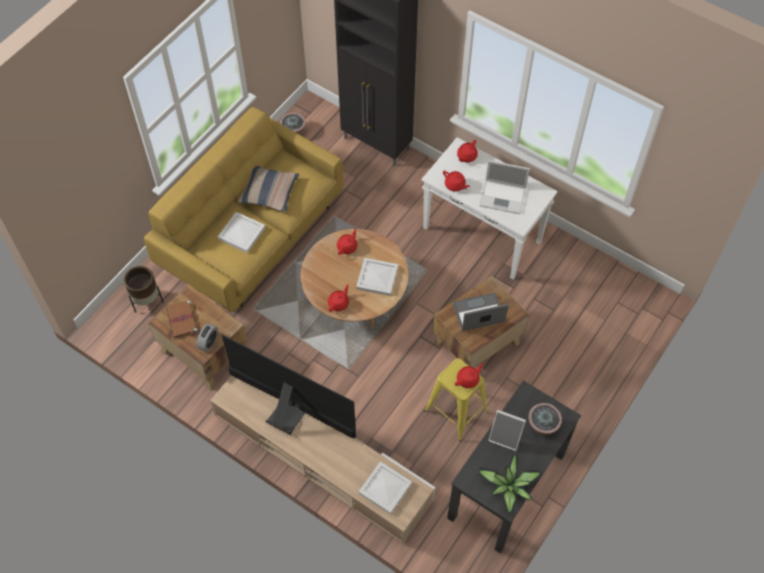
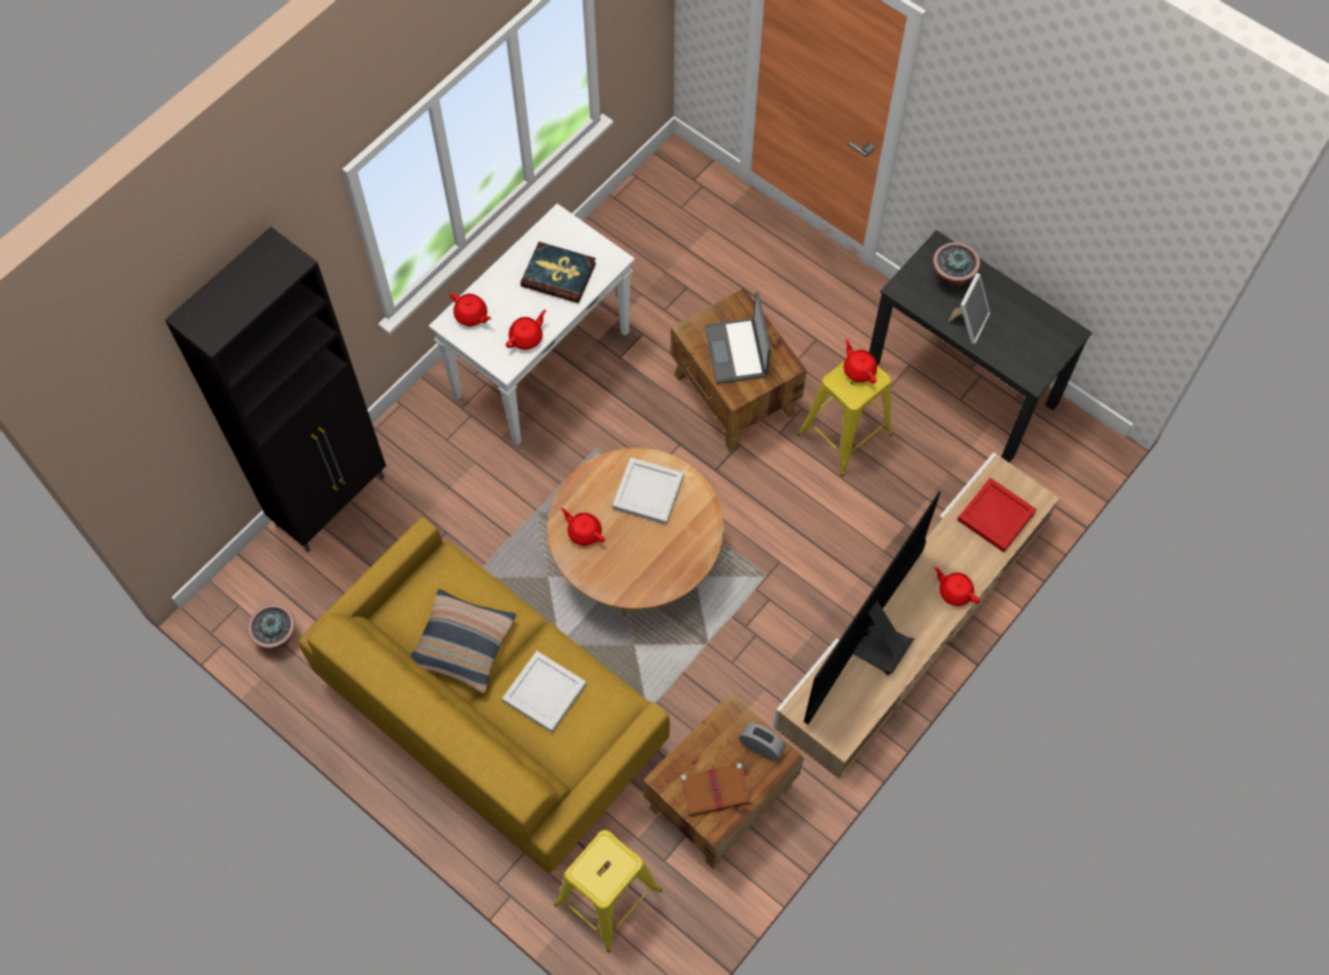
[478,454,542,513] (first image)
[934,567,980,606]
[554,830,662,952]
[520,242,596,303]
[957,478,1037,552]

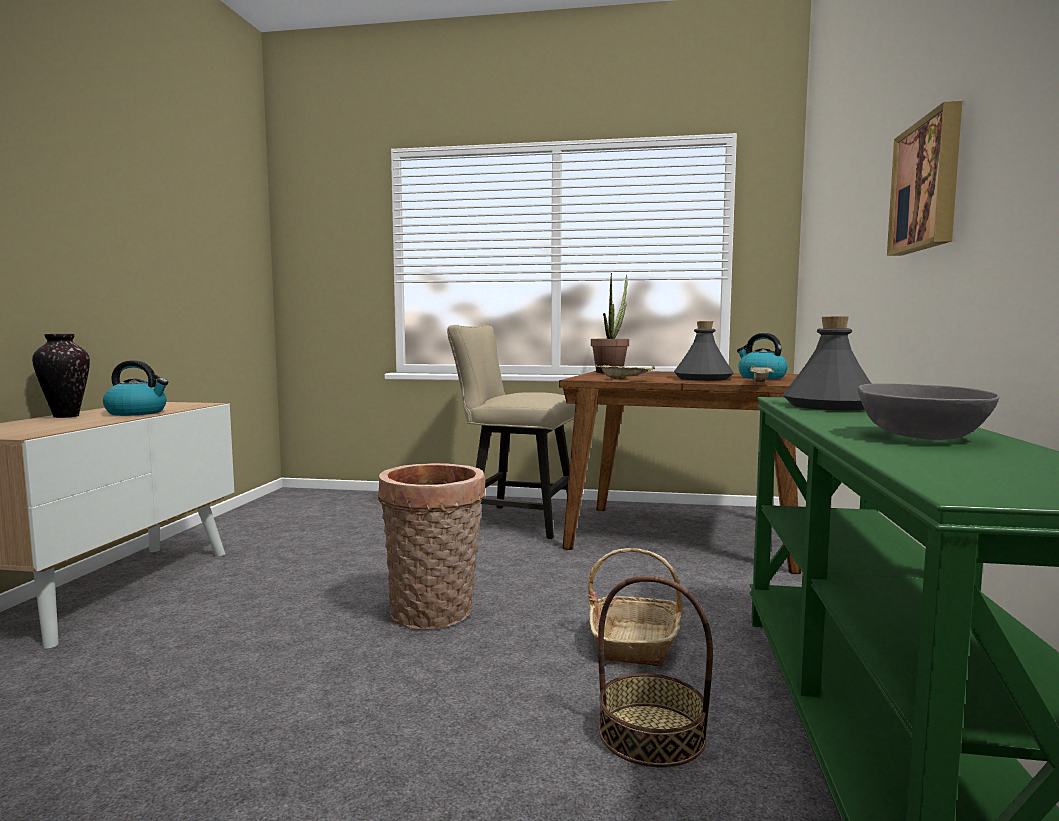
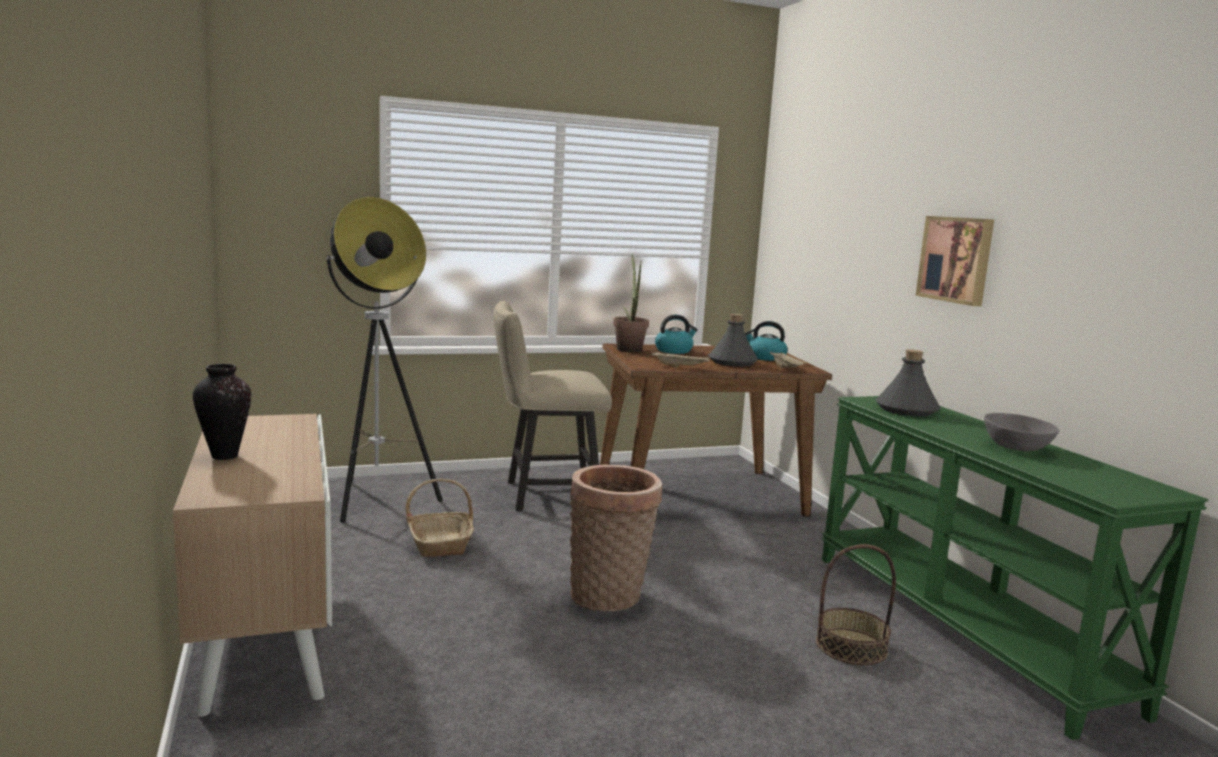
[326,197,443,523]
[655,315,698,354]
[405,479,474,557]

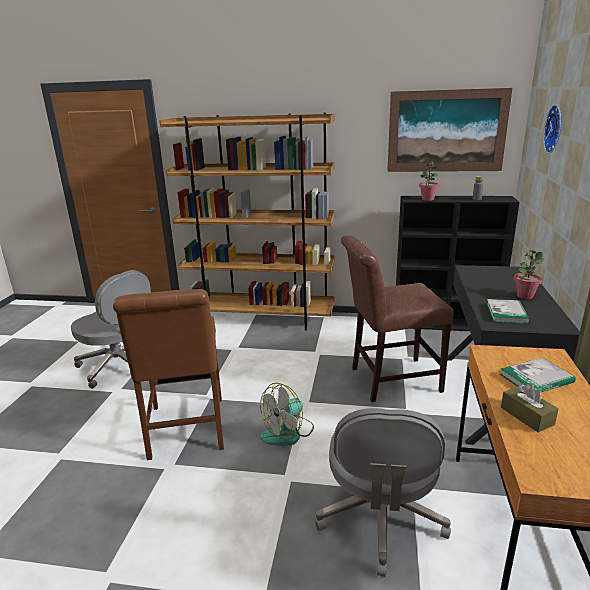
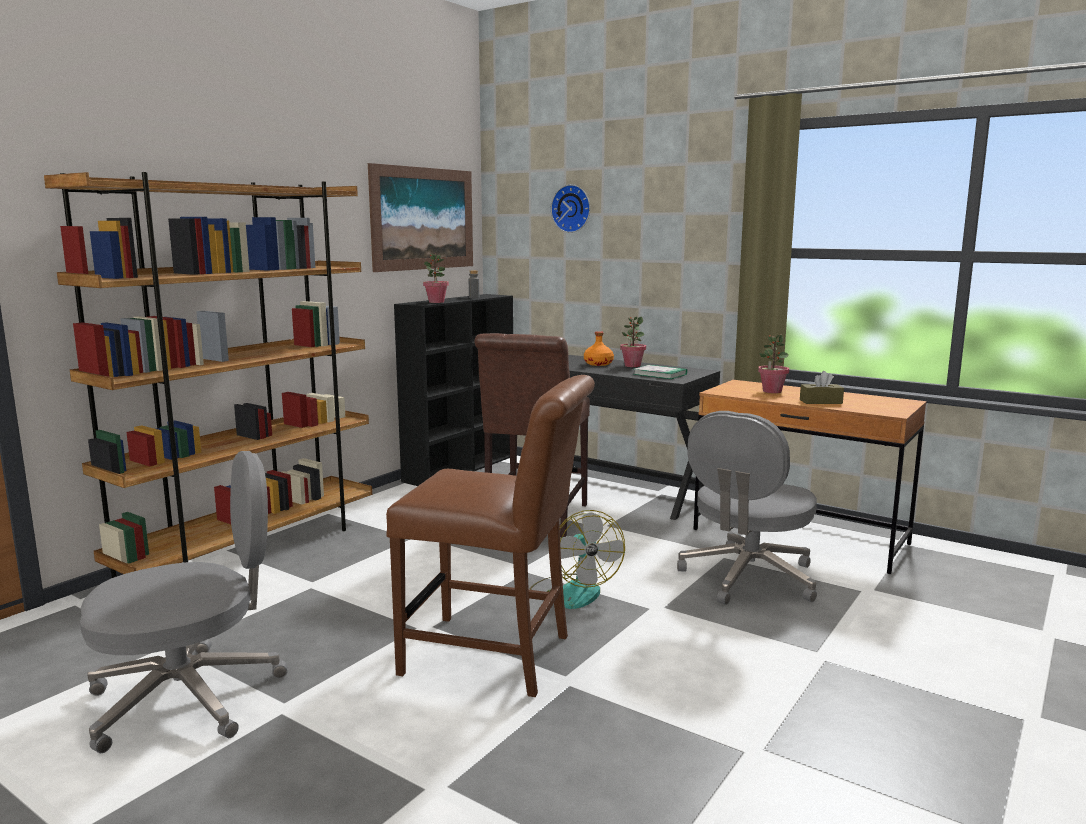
[584,331,614,366]
[758,334,789,393]
[677,411,817,605]

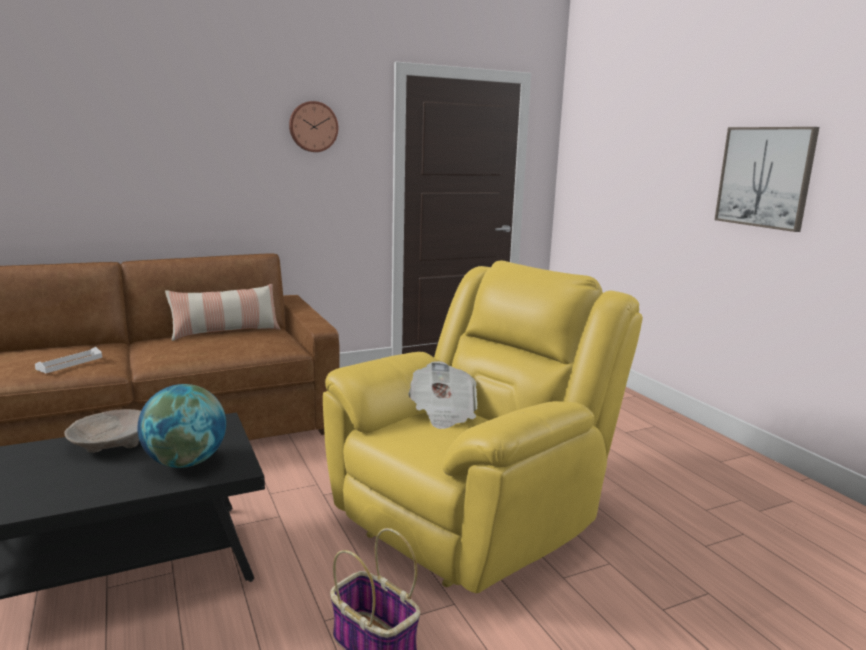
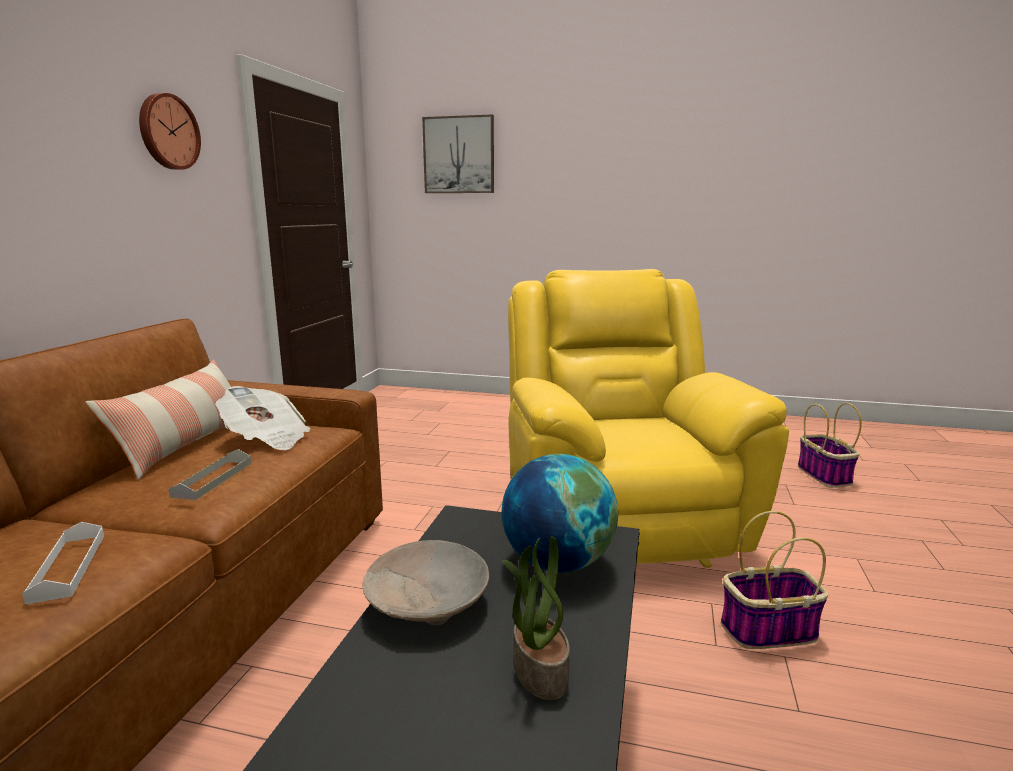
[168,449,251,500]
[503,537,570,701]
[798,403,862,488]
[216,386,310,450]
[422,114,494,193]

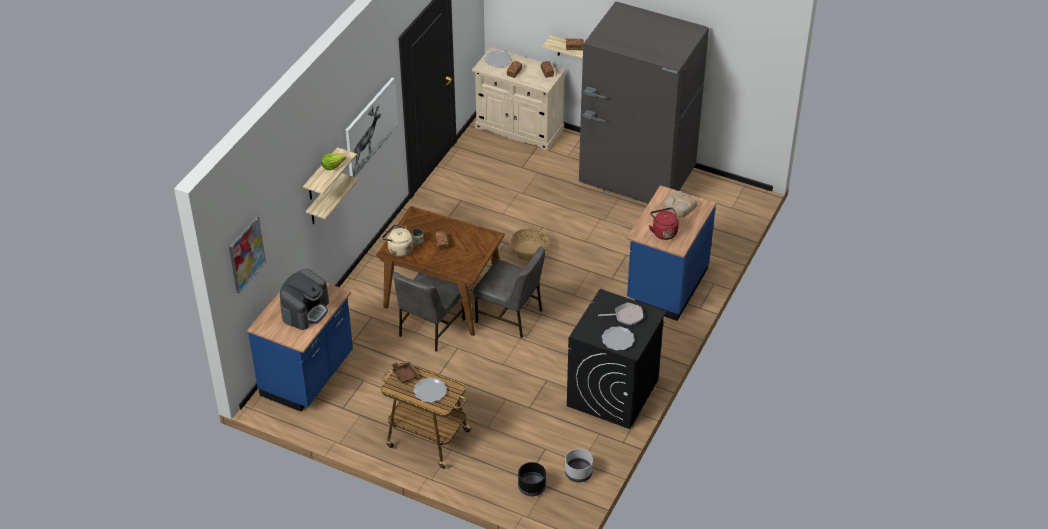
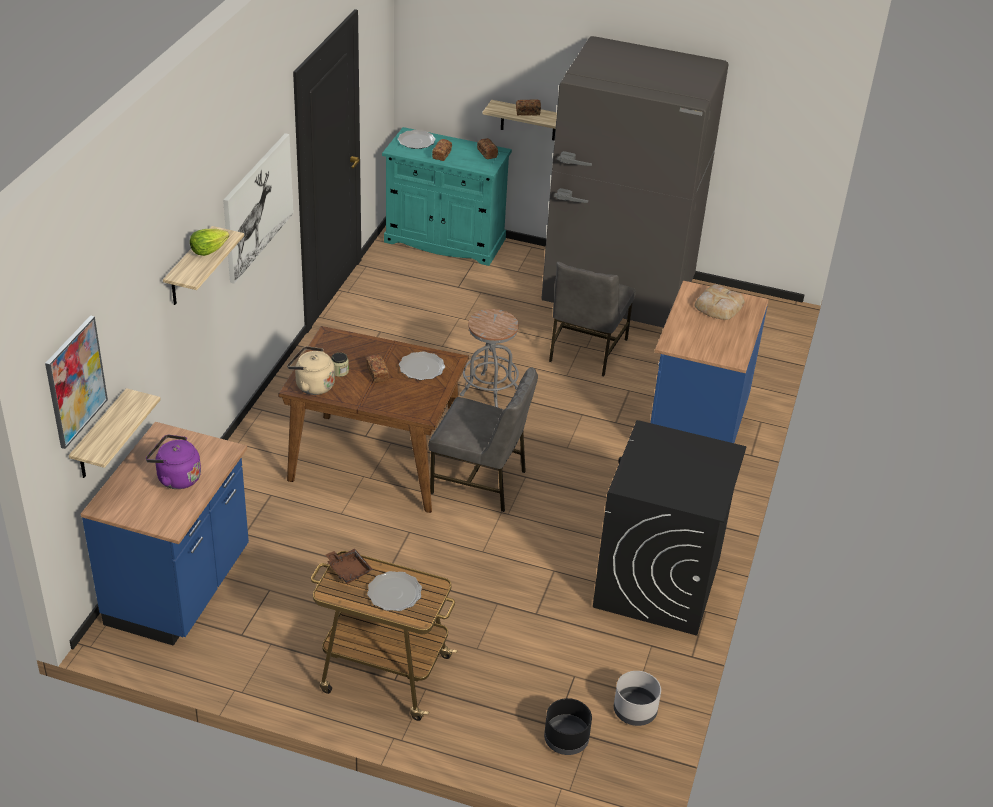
[598,302,643,326] (first image)
[649,207,679,240] (first image)
[69,388,161,478]
[549,262,636,376]
[399,351,445,380]
[146,435,201,489]
[460,309,519,407]
[382,127,512,266]

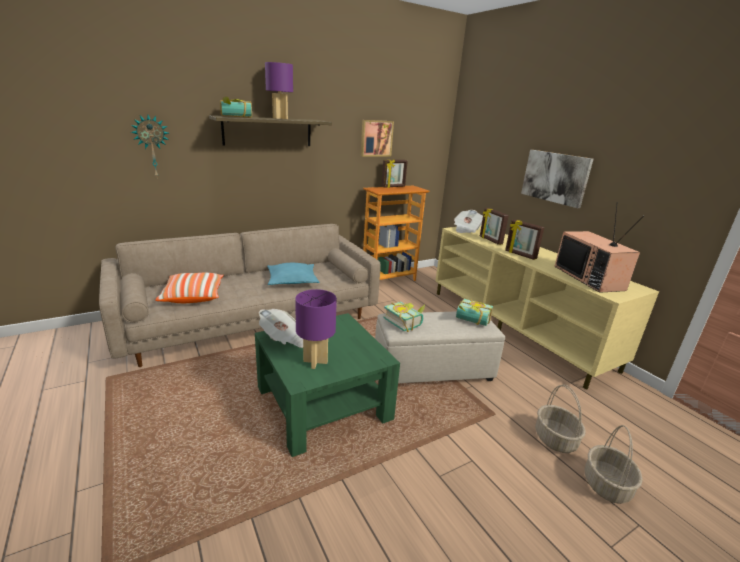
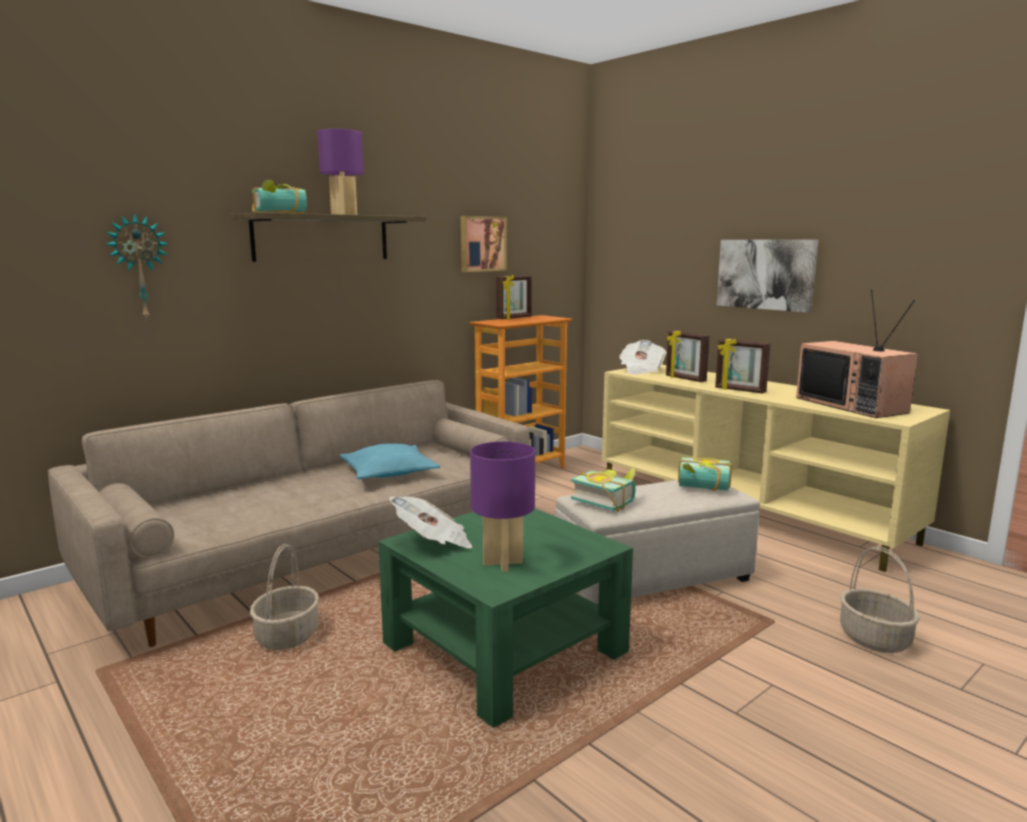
[155,273,224,303] (first image)
[250,544,319,650]

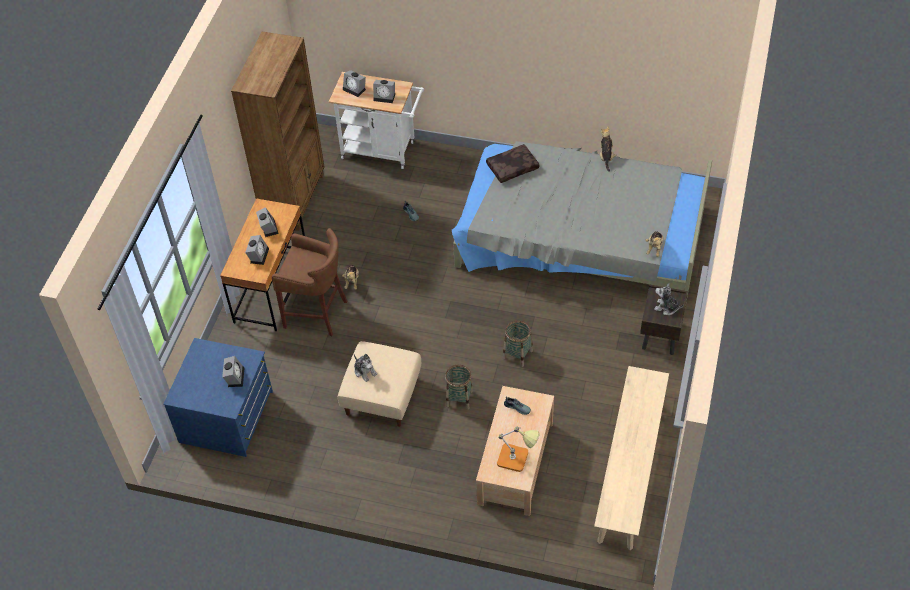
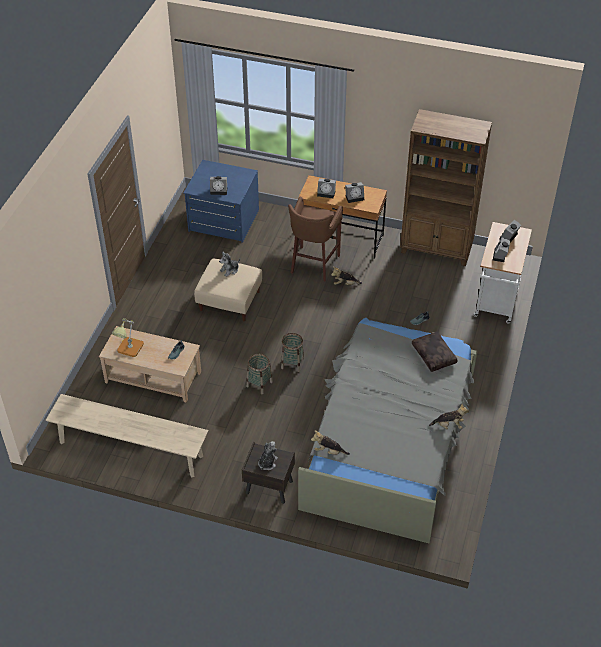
[281,333,304,372]

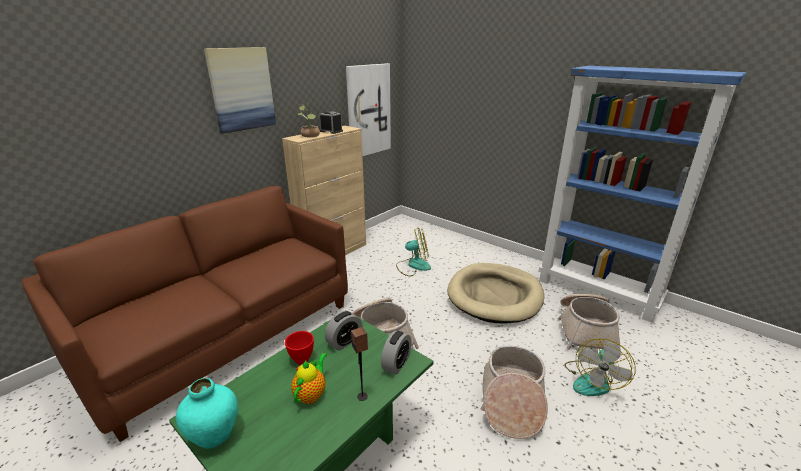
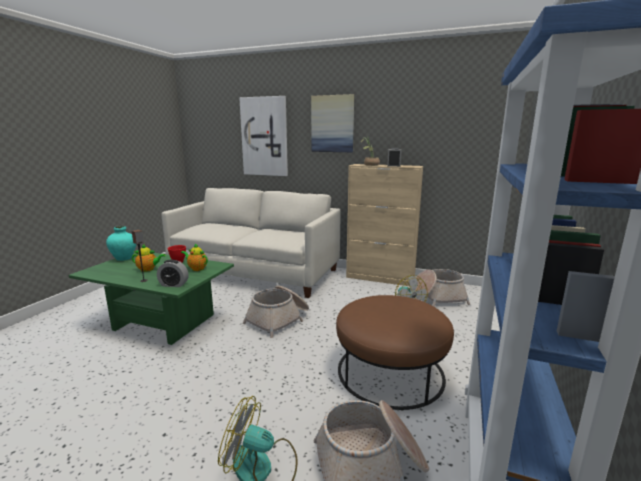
[239,96,288,176]
[409,269,470,307]
[181,243,208,271]
[336,295,454,410]
[162,188,340,298]

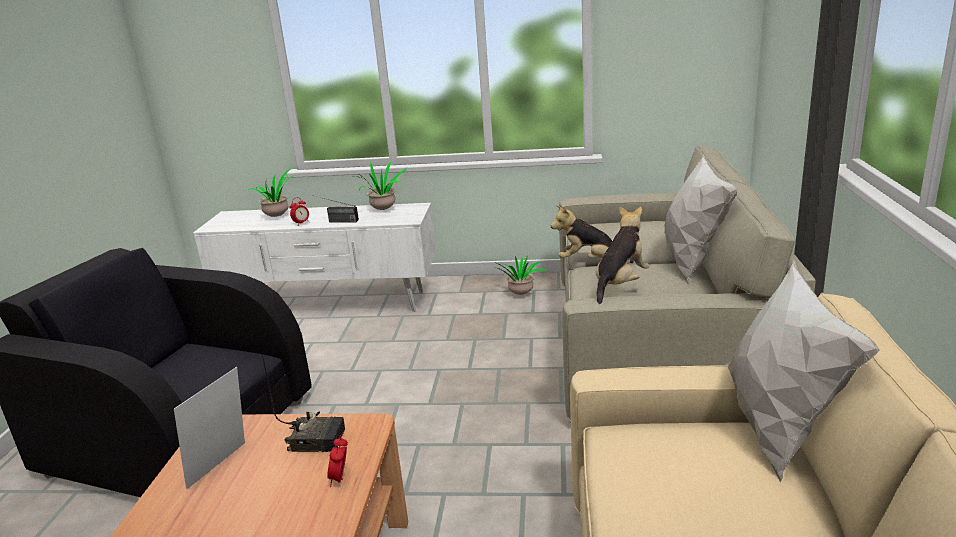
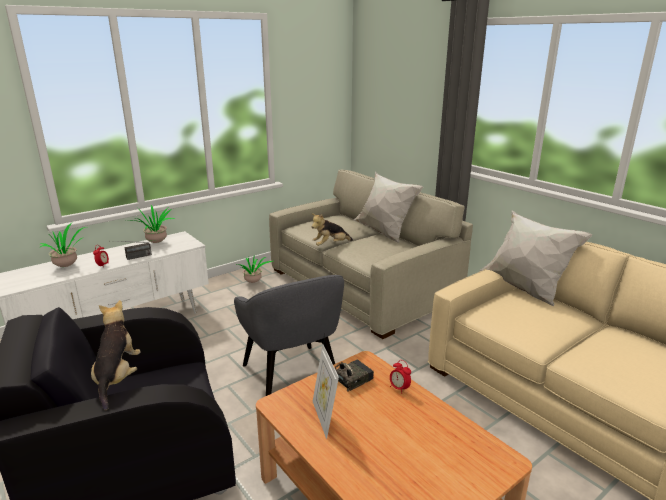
[234,275,344,396]
[91,300,141,411]

